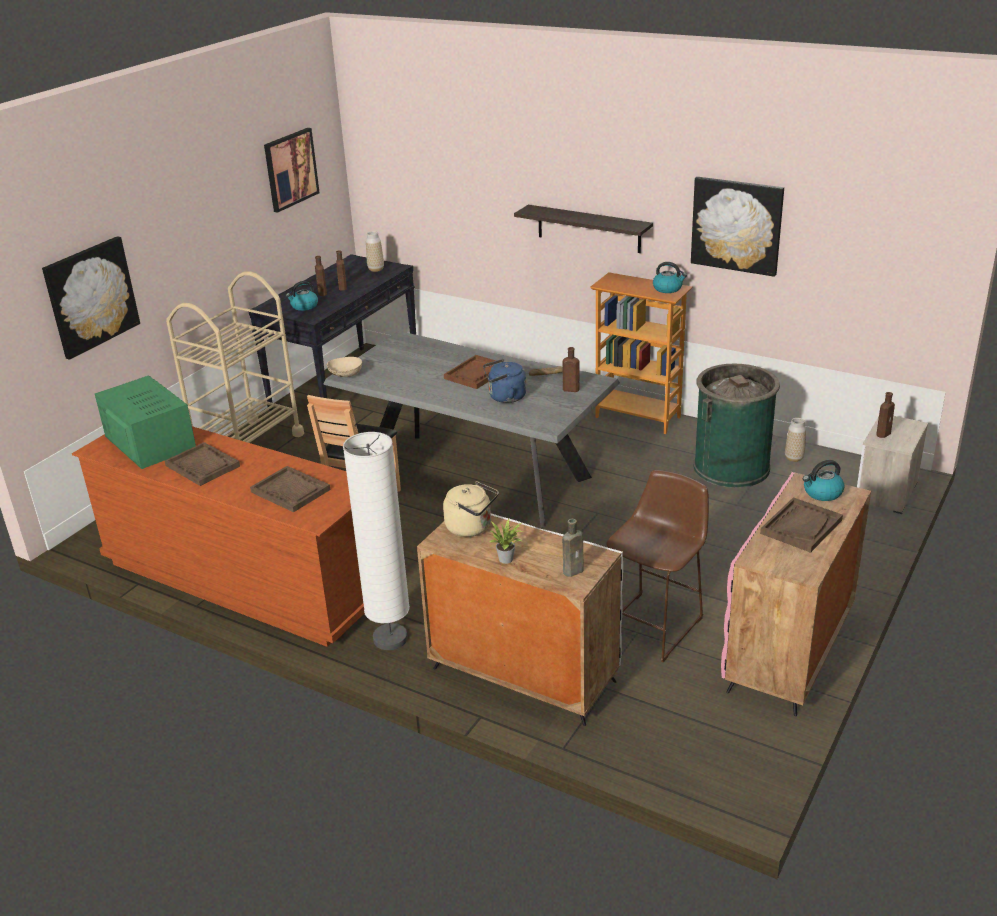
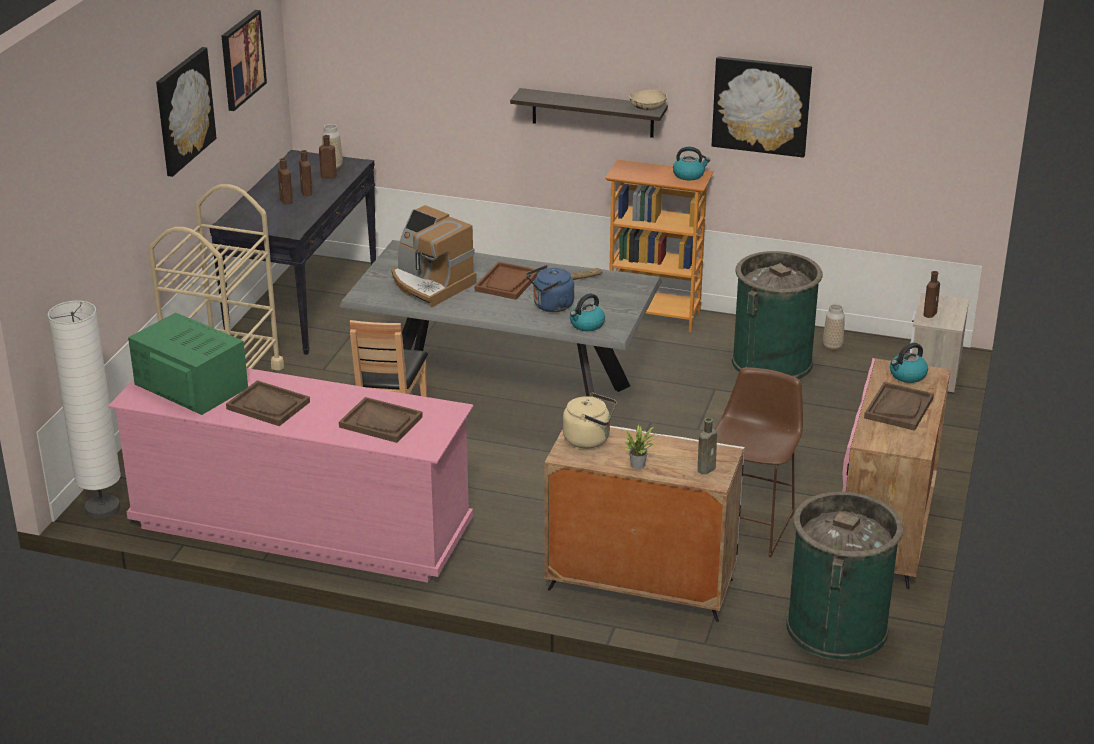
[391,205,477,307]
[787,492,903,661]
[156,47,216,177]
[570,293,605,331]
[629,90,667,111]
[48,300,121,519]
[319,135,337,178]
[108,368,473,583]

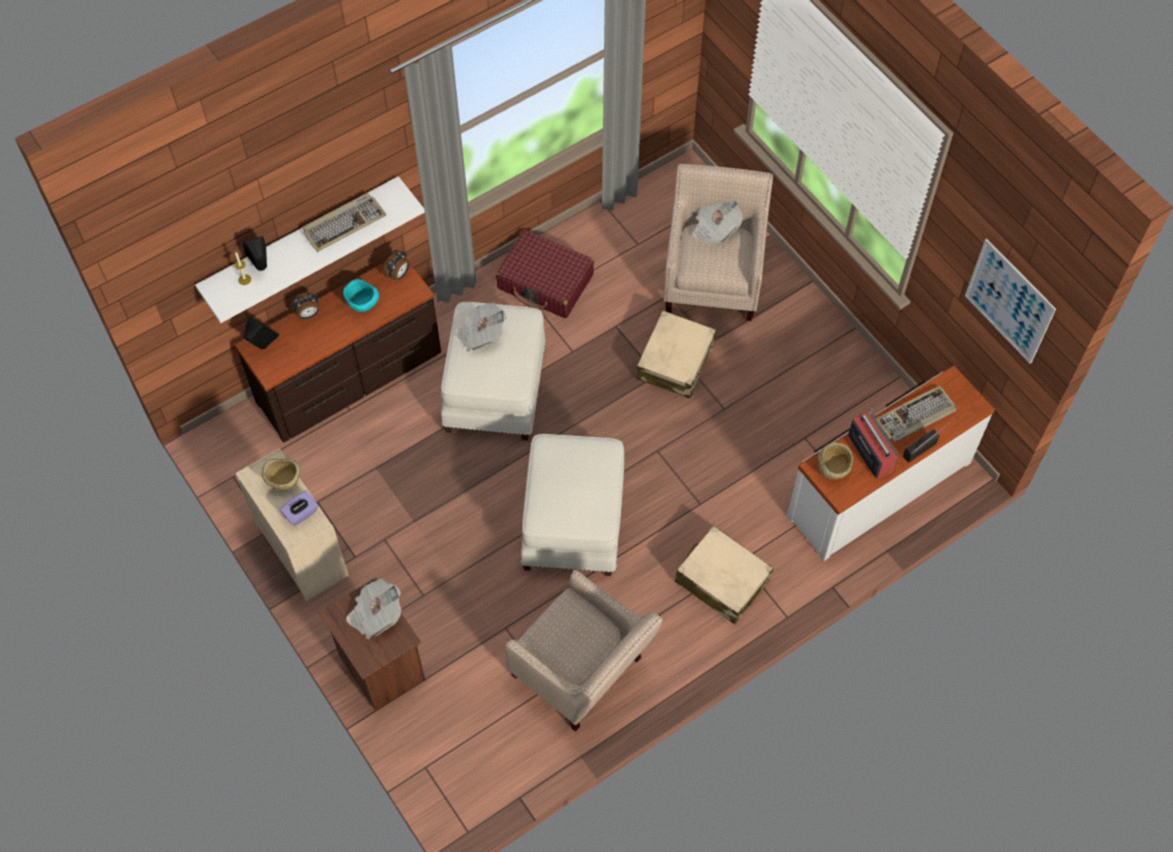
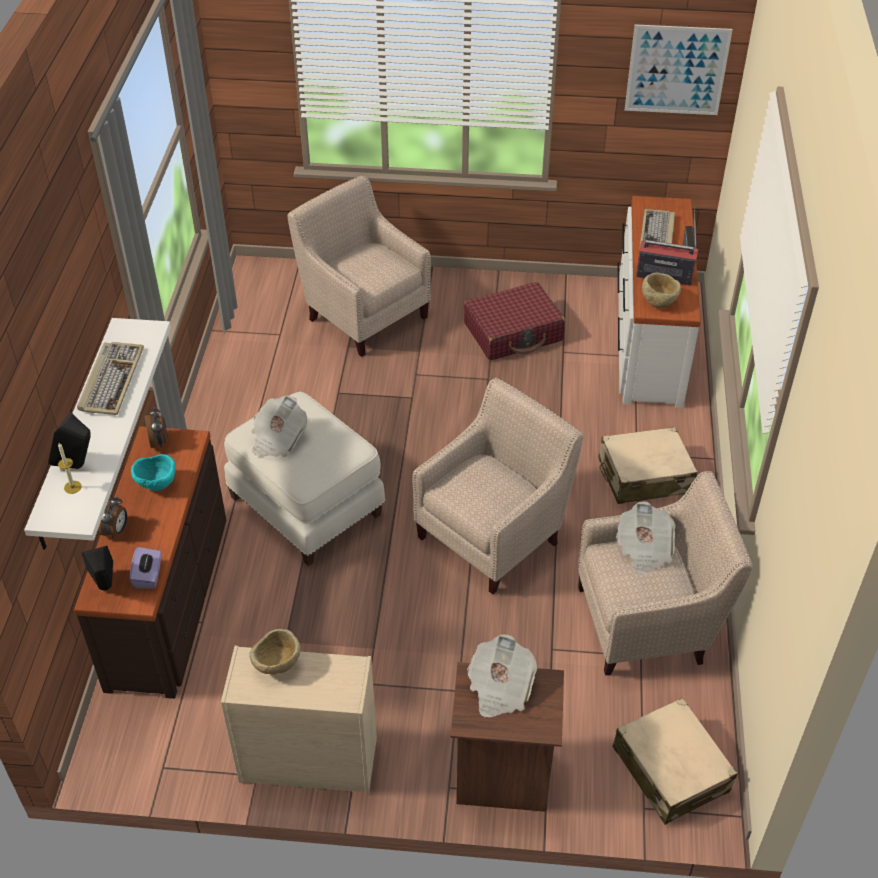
[130,547,162,589]
[464,282,565,360]
[613,698,738,825]
[616,501,675,575]
[412,378,584,594]

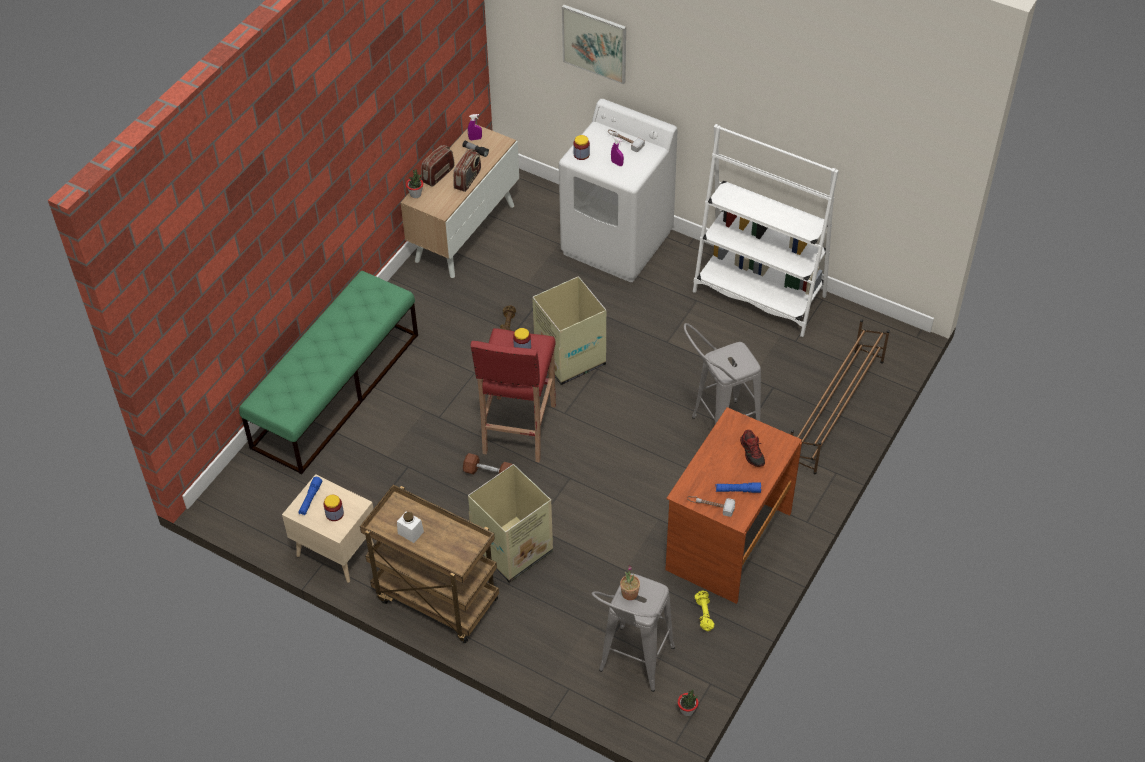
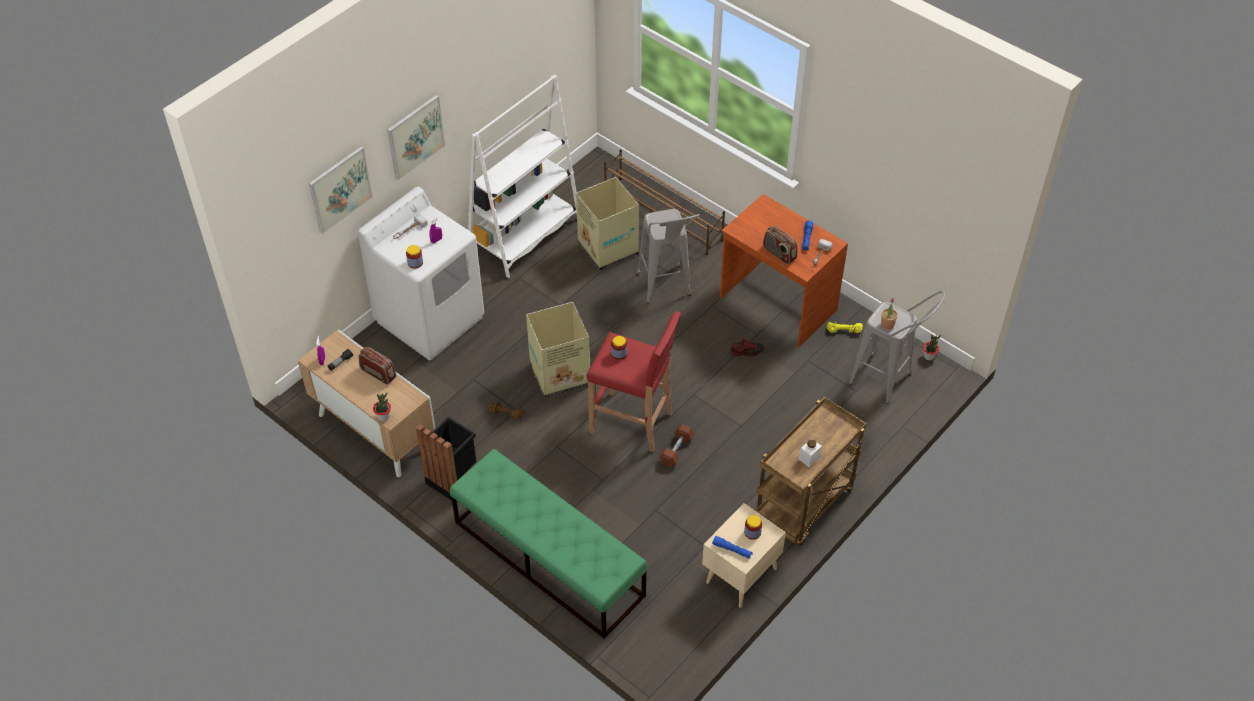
[387,95,445,180]
[416,417,476,502]
[763,226,797,264]
[576,177,639,271]
[730,339,765,356]

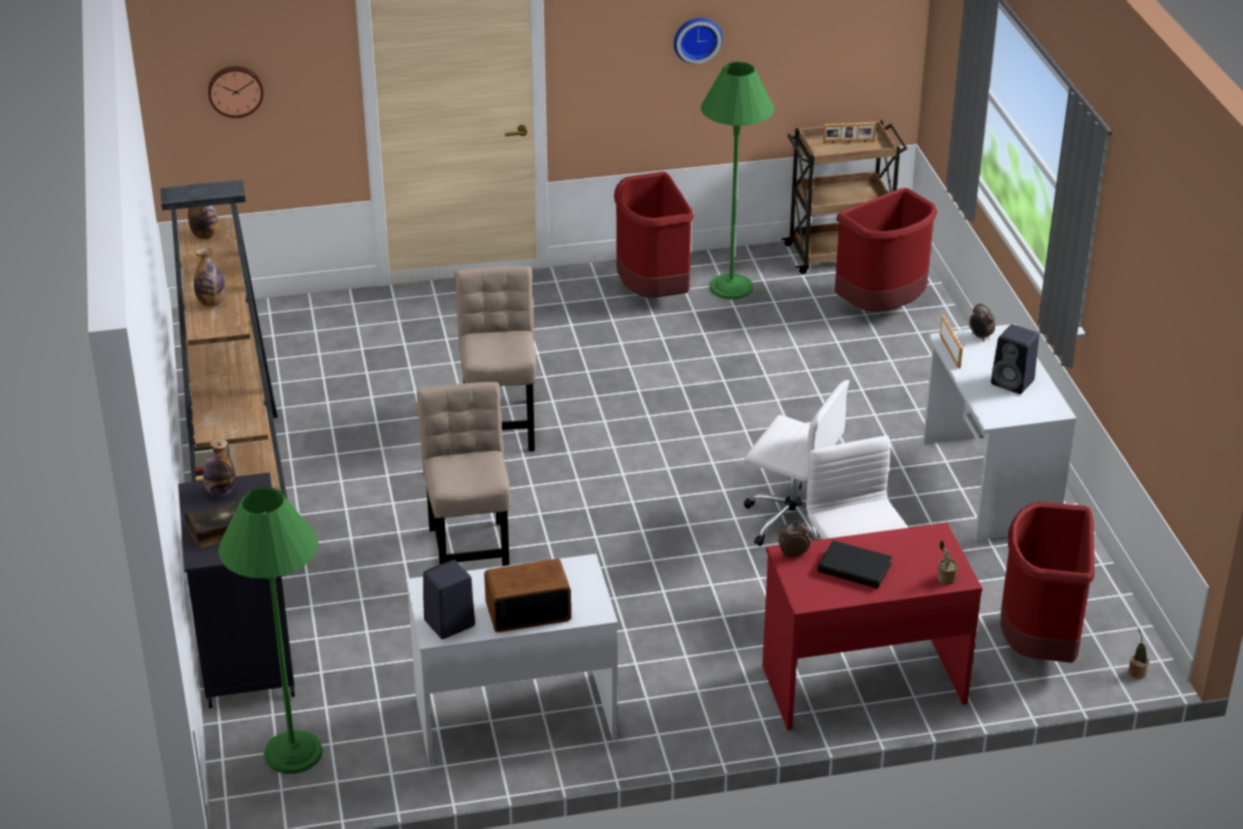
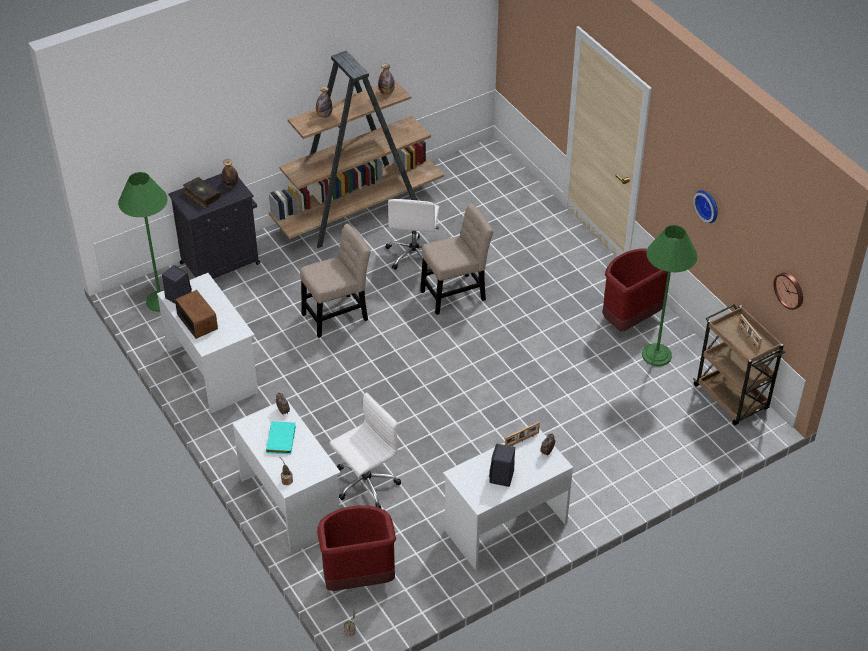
[835,188,937,312] (first image)
[774,273,803,310]
[385,199,439,271]
[232,399,341,554]
[266,421,296,454]

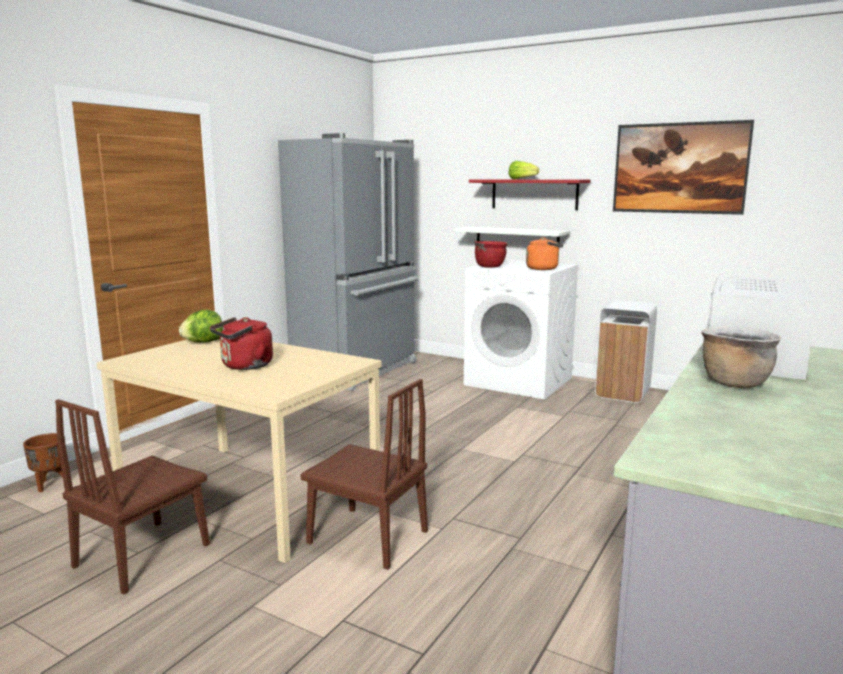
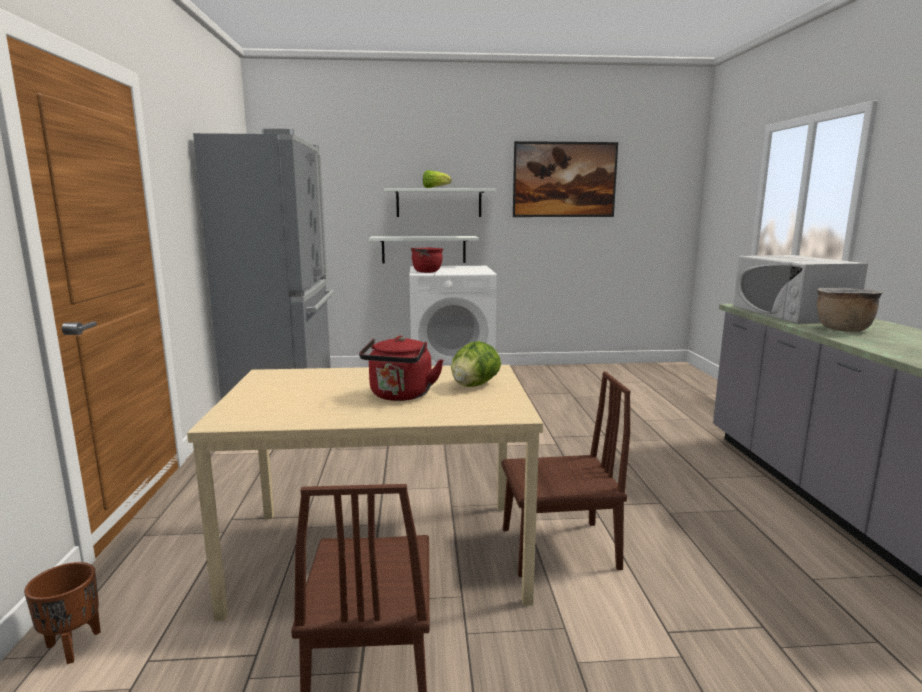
[526,237,563,270] (first image)
[595,300,657,403] (first image)
[451,341,501,387]
[384,188,496,217]

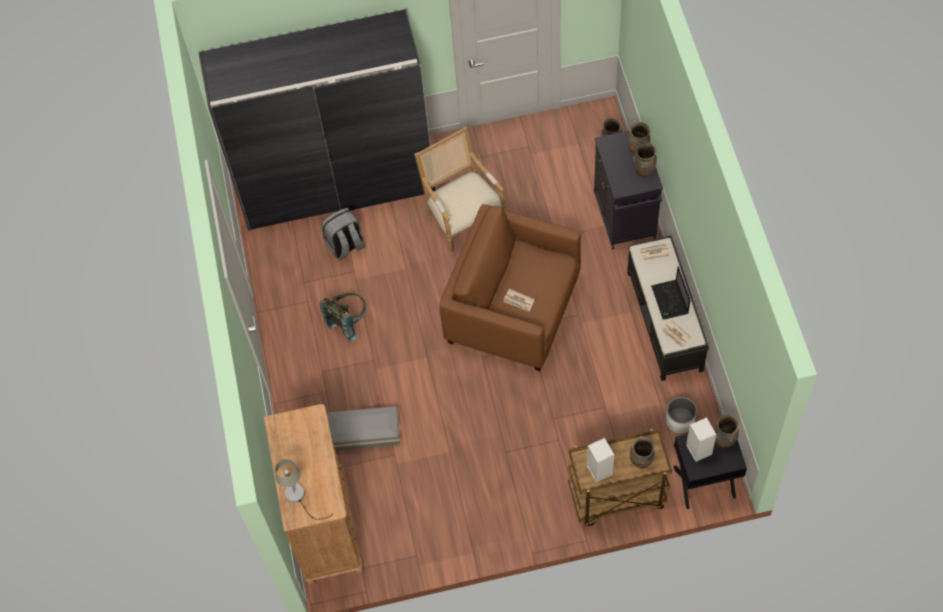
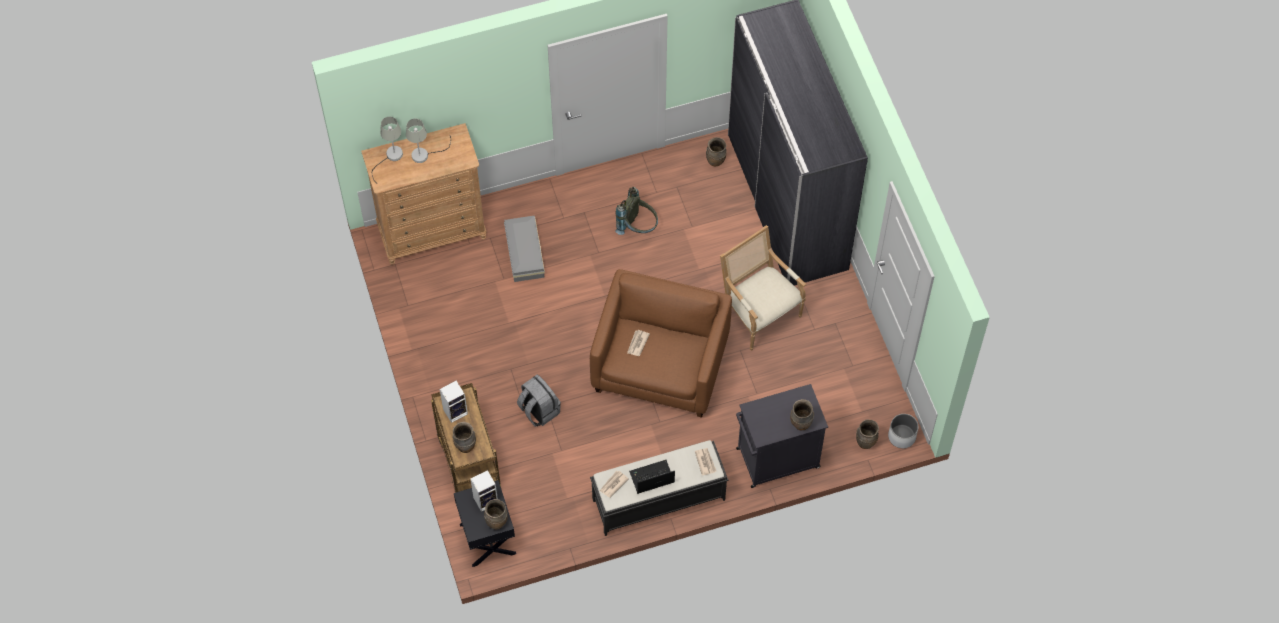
[406,119,451,163]
[517,374,561,427]
[706,137,727,166]
[888,414,918,449]
[720,225,806,350]

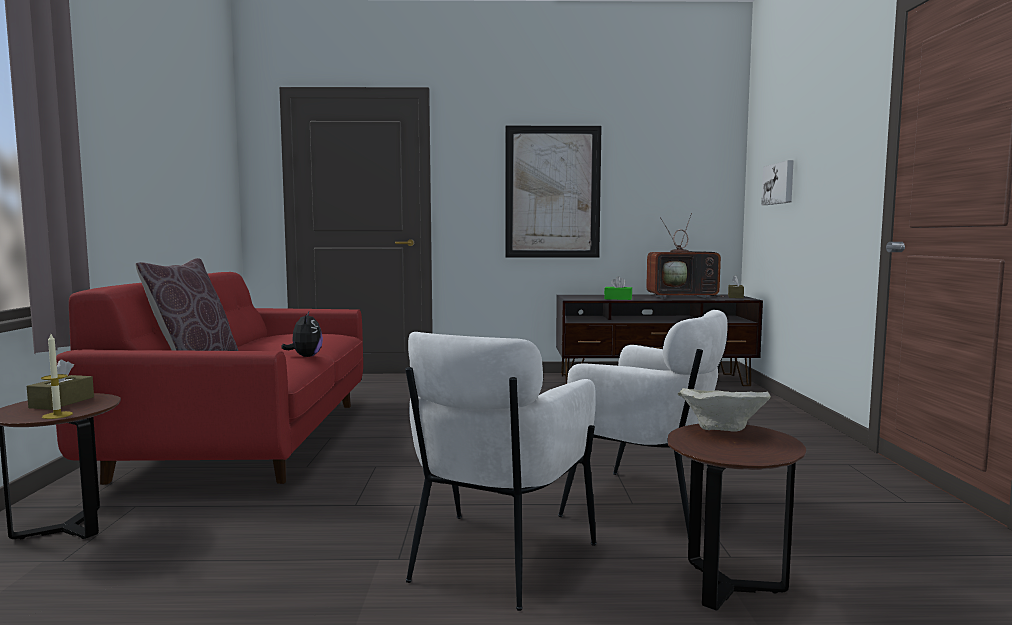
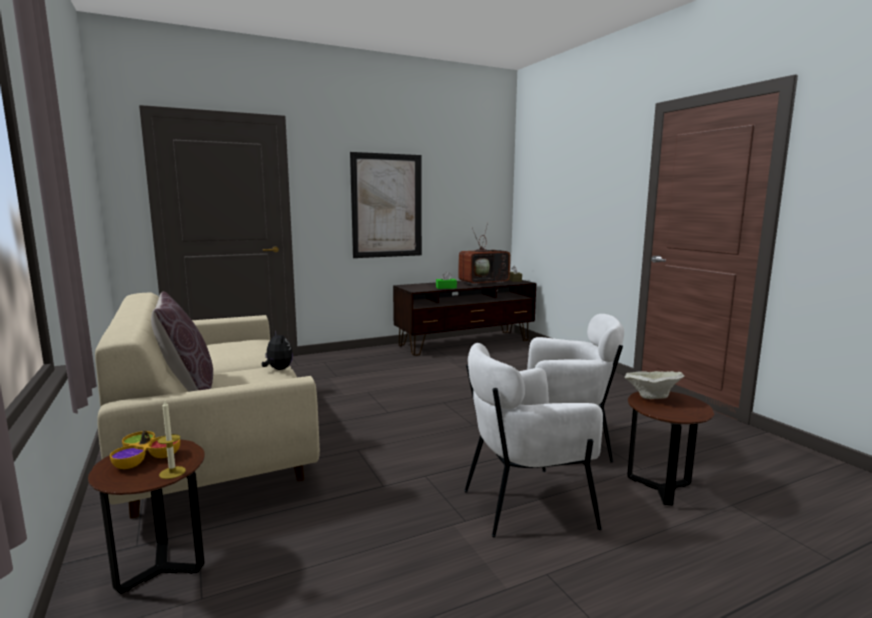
[761,160,794,205] (first image)
[110,430,180,469]
[95,292,320,519]
[464,343,603,537]

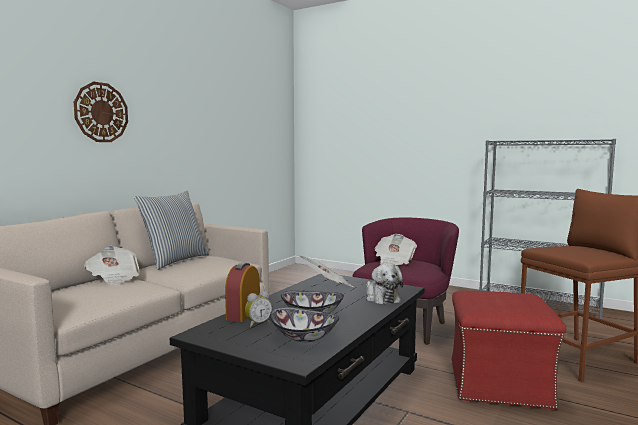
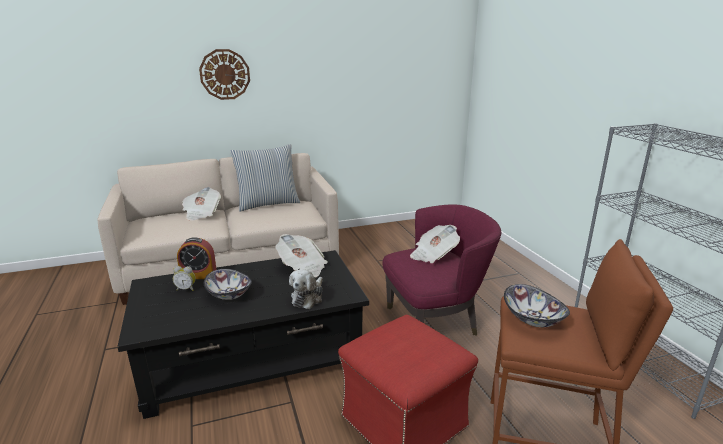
[504,284,570,327]
[177,237,217,279]

